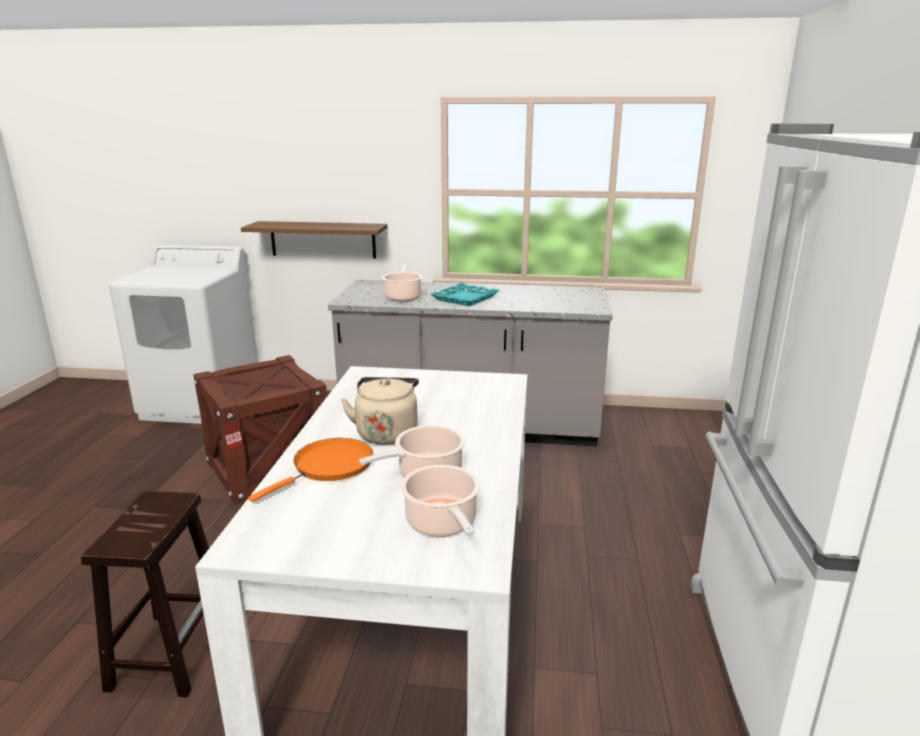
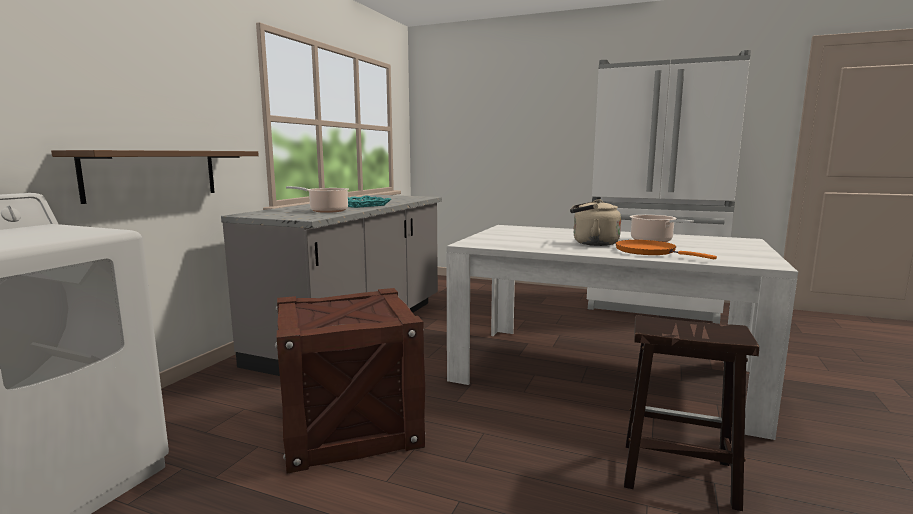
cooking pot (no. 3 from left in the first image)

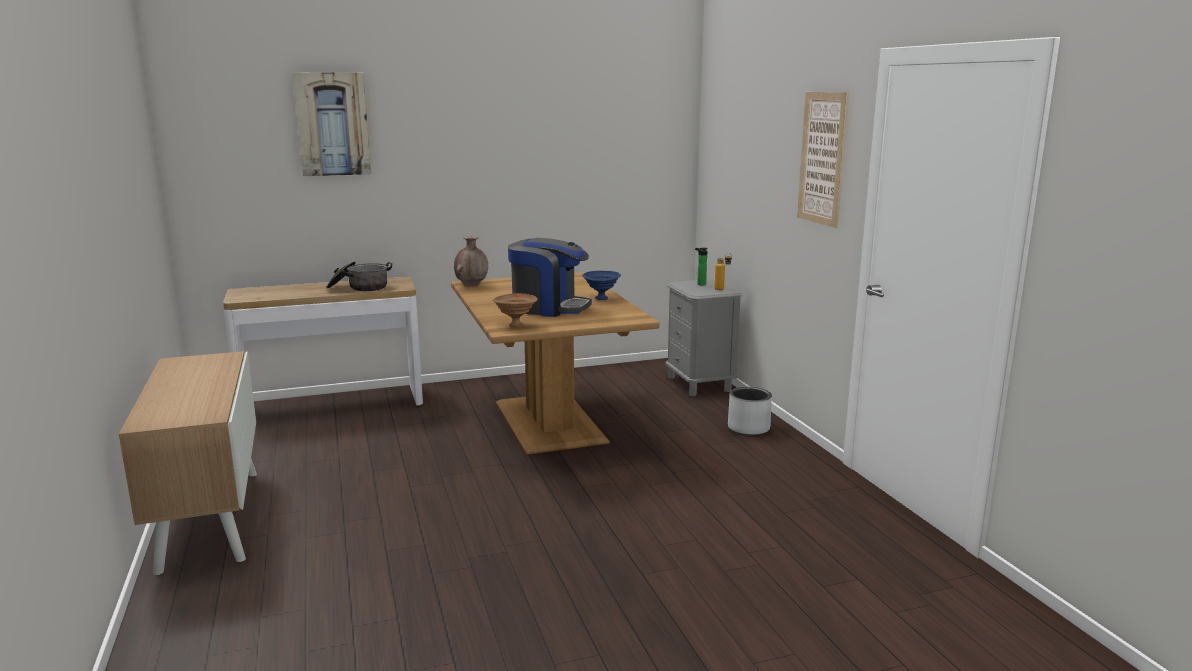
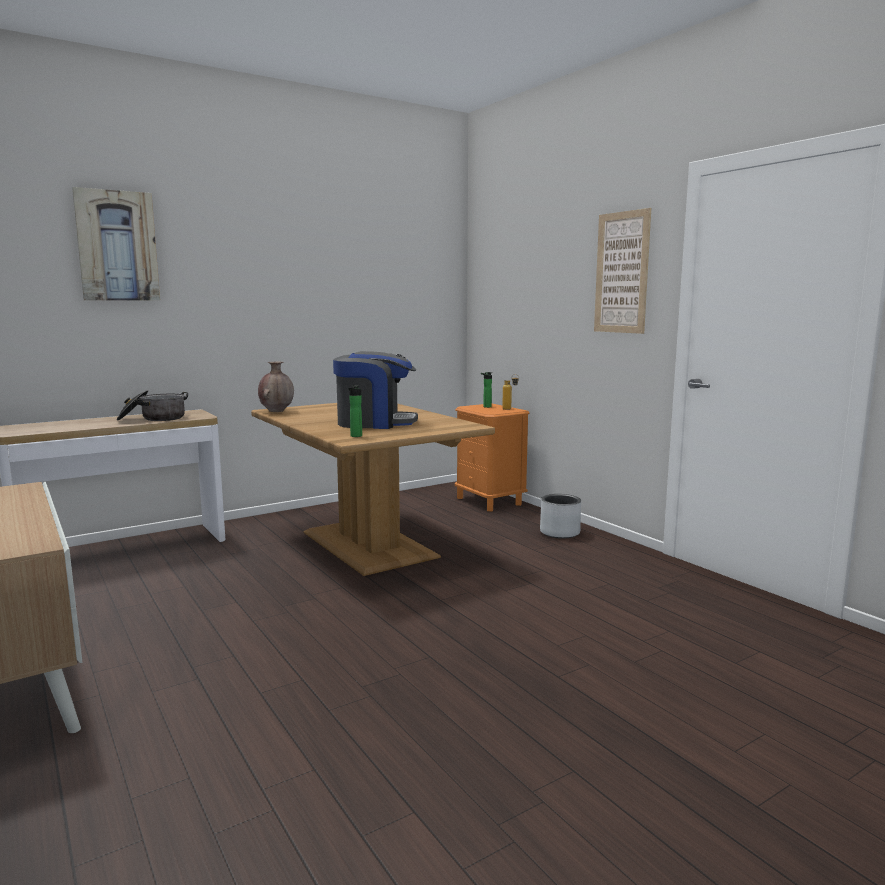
bottle (no. 1 from left); orange nightstand; blue bowl

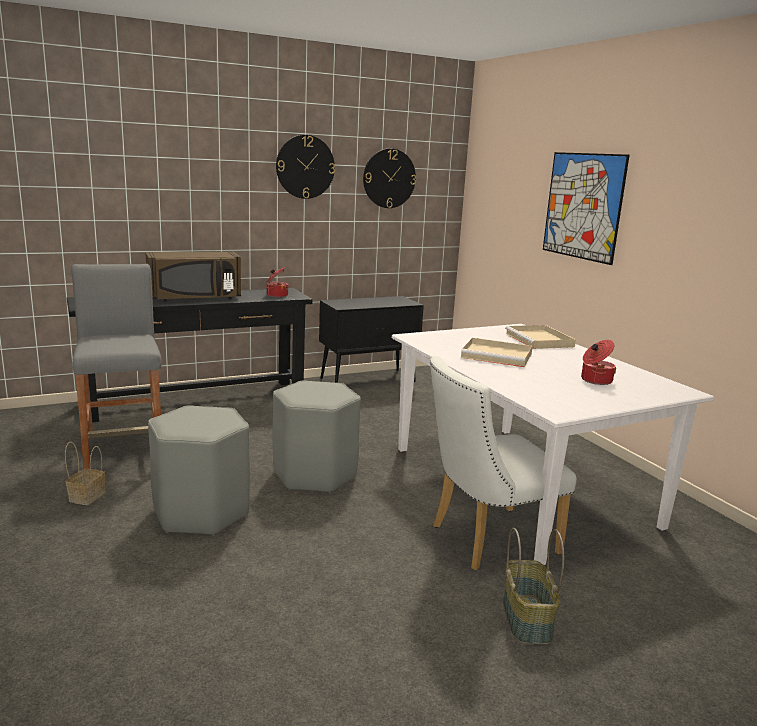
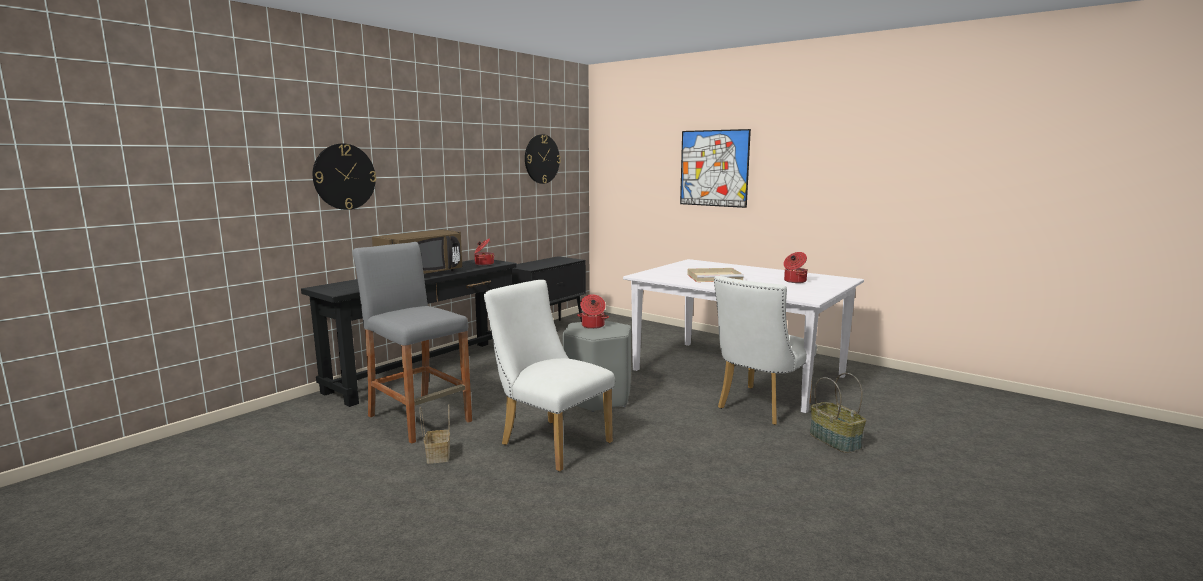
wall clock (no. 1 from left); white chair (no. 1 from left); cooking pot (no. 2 from left); beige tray (no. 2 from left in the first image)

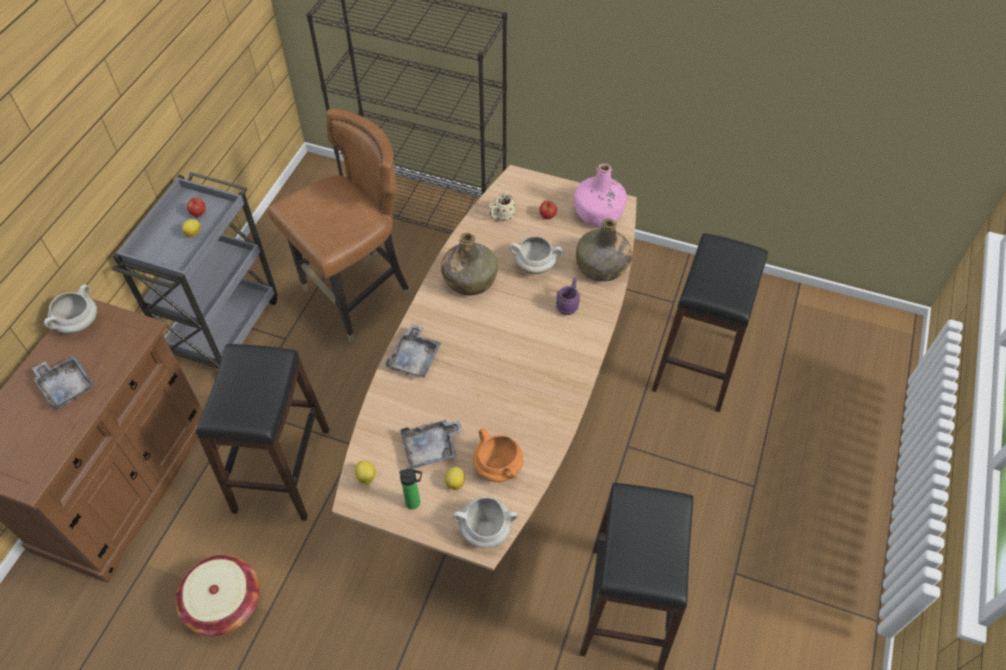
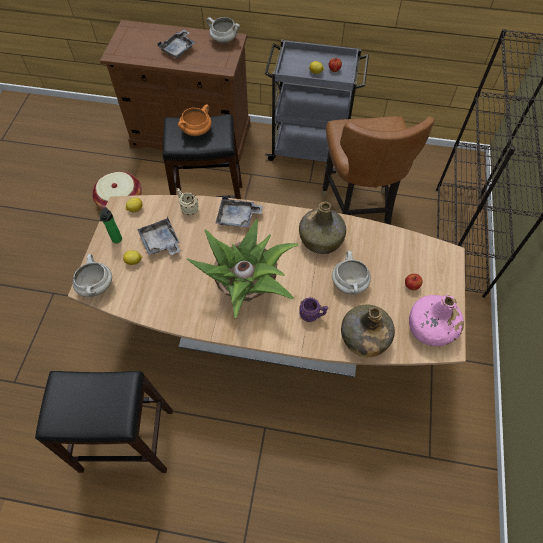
beige mug; orange cooking pot; potted plant; brown chair; black stool (no. 3 from left in the first image)

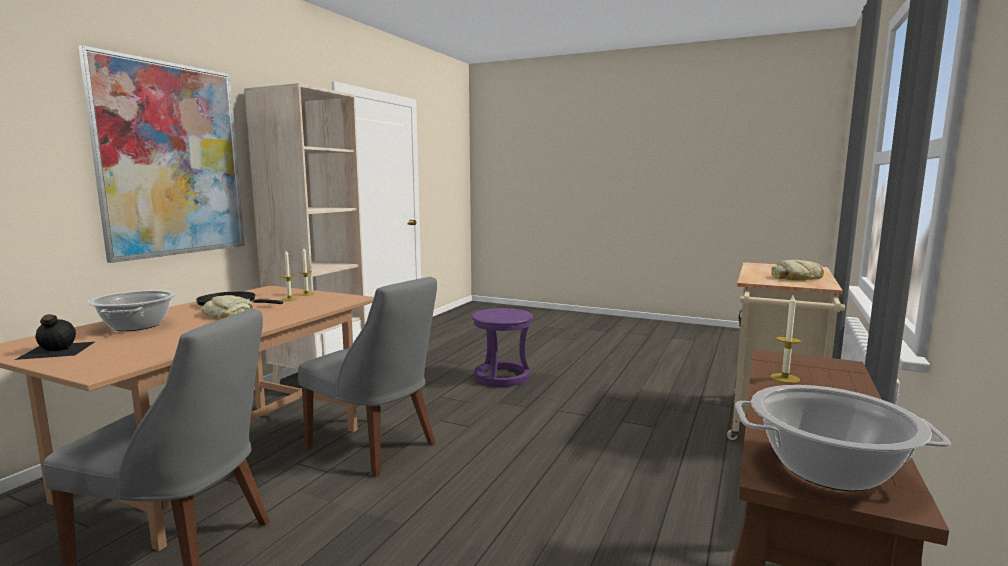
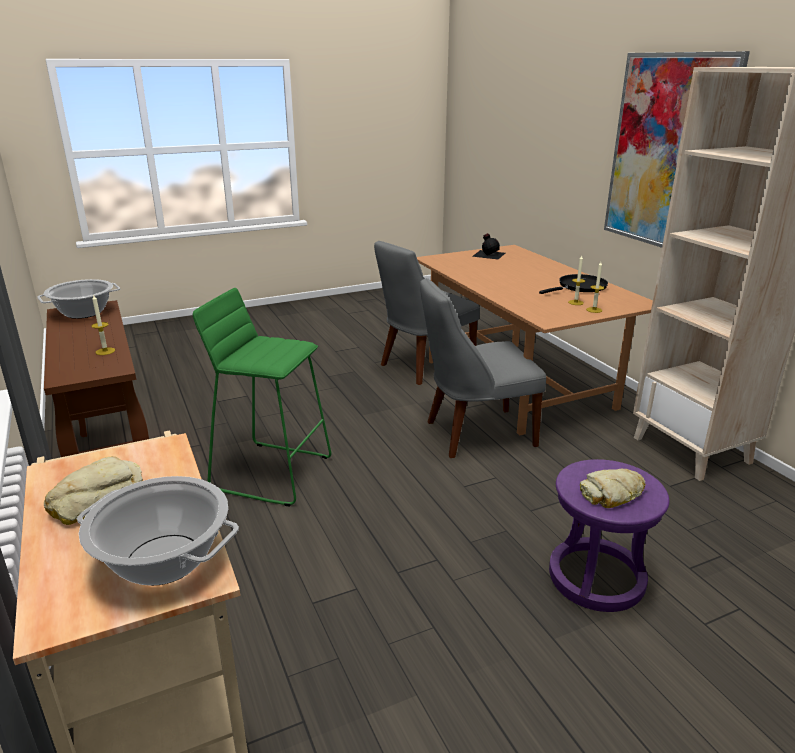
cooking pot (no. 2 from left); green stool; bread (no. 2 from left)

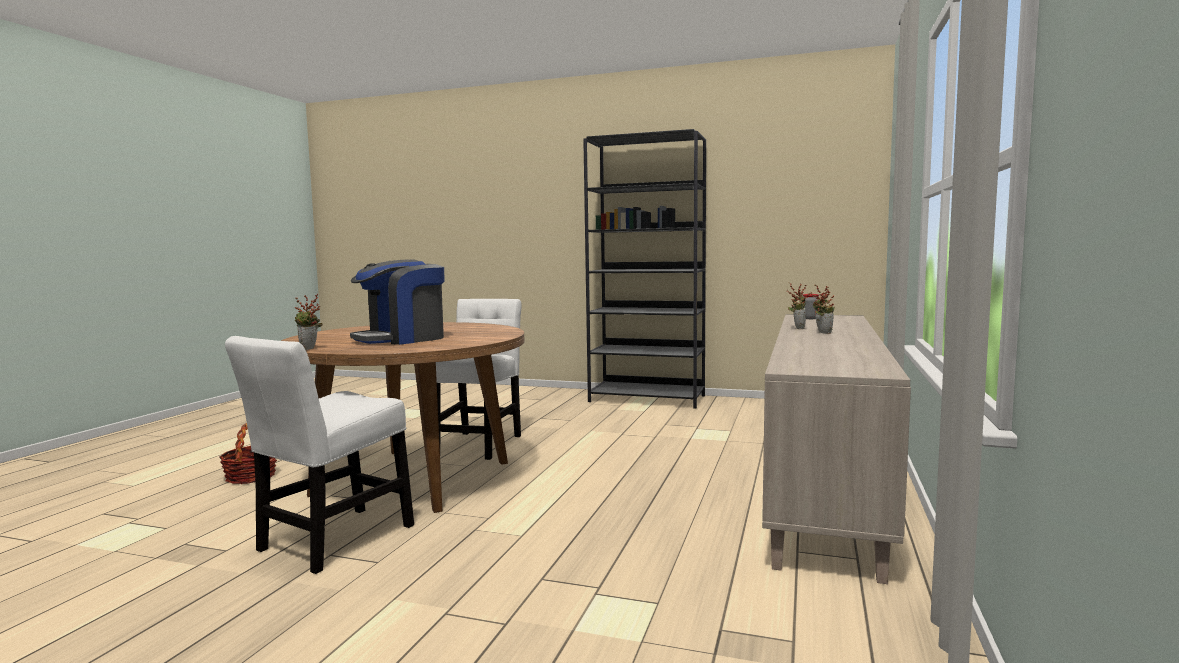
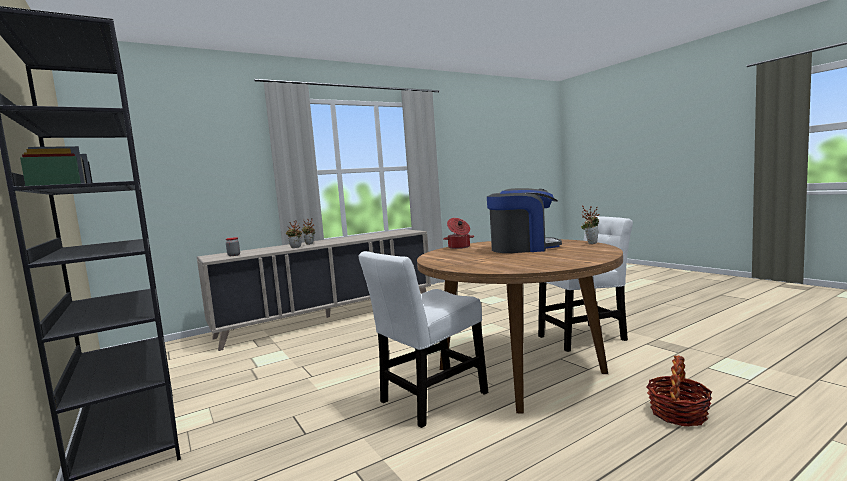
cooking pot

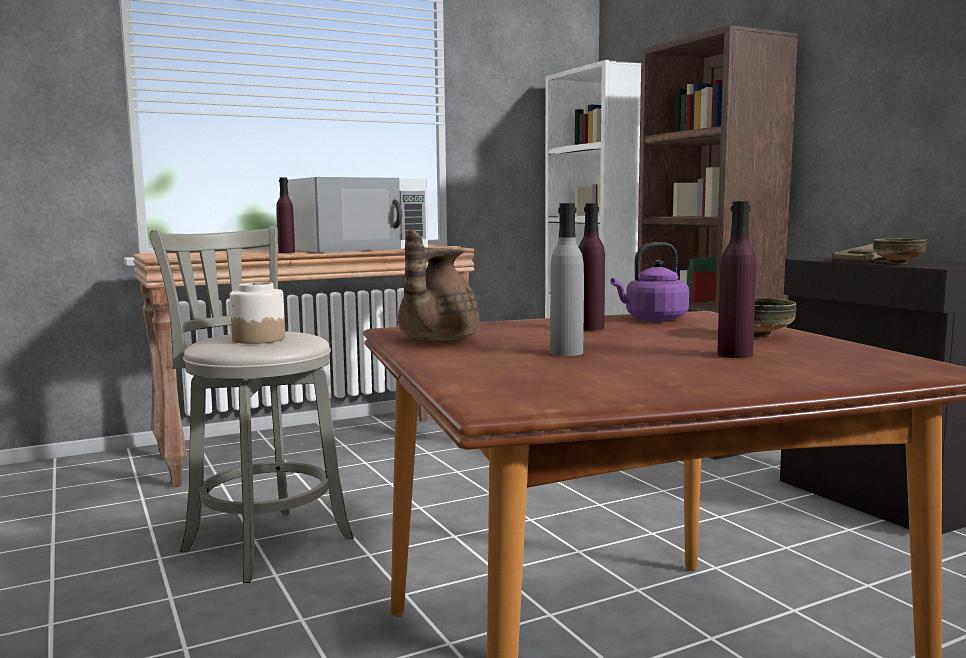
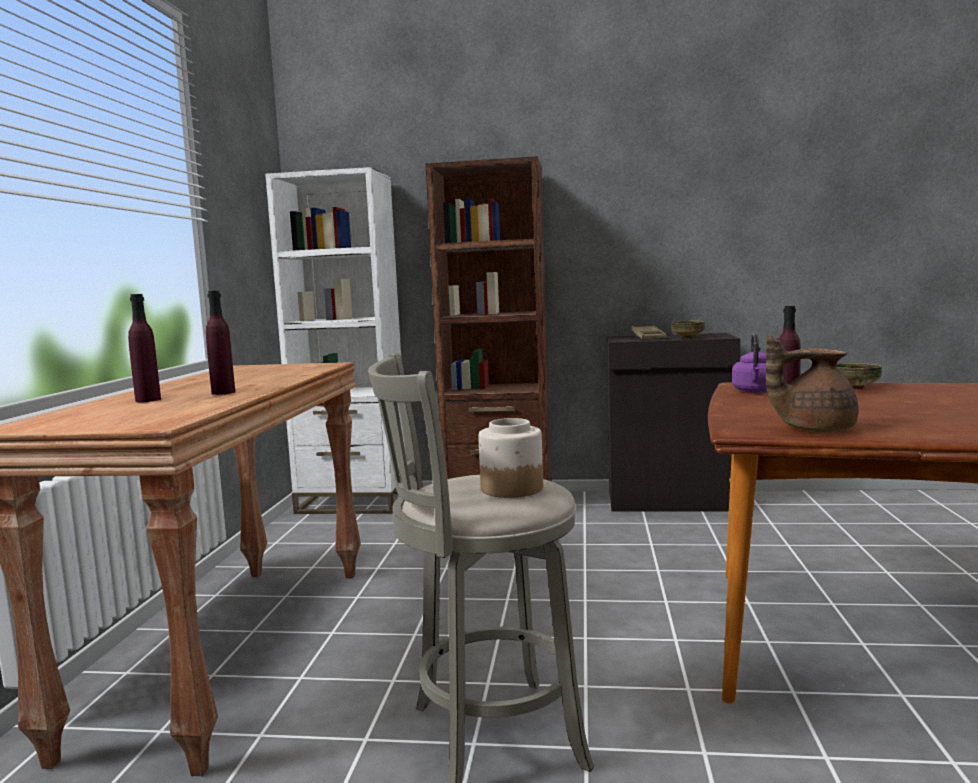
purple bottle (no. 1 from left); brown teapot; white microwave; grey bottle

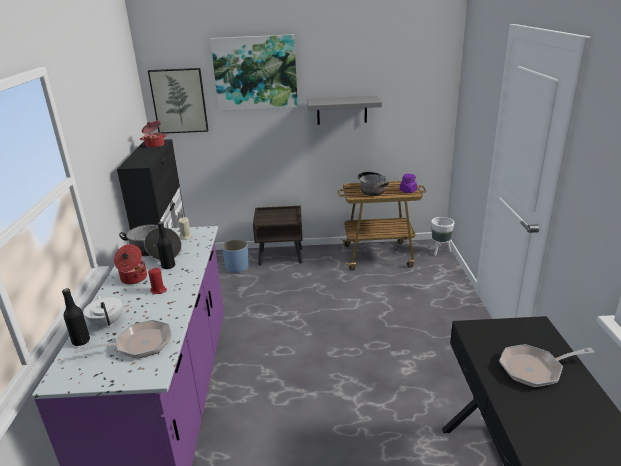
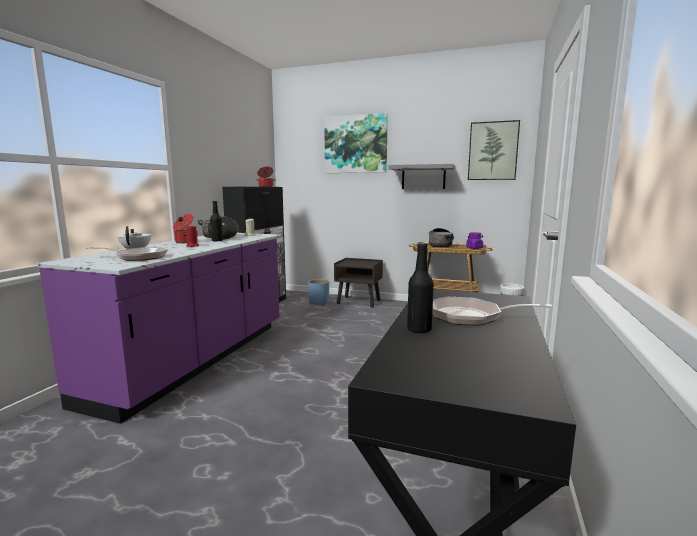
black bottle (no. 2 from left); picture (no. 2 from left)

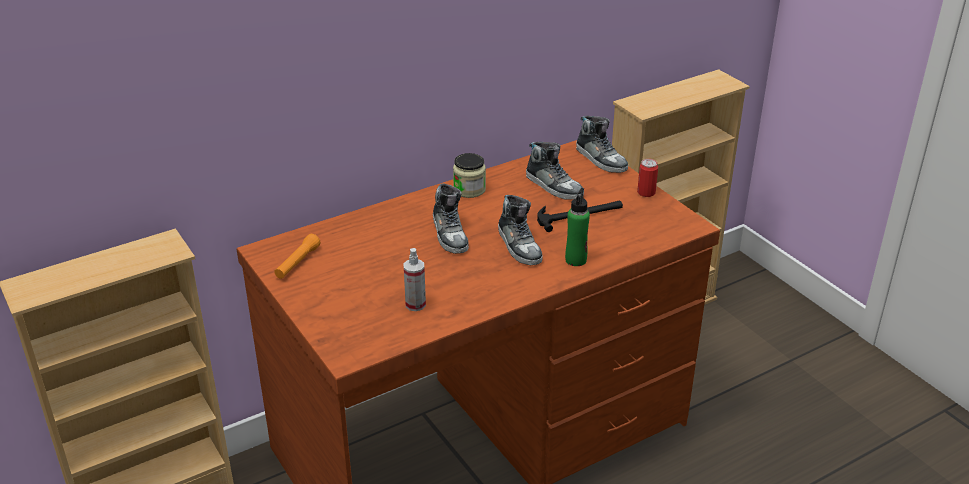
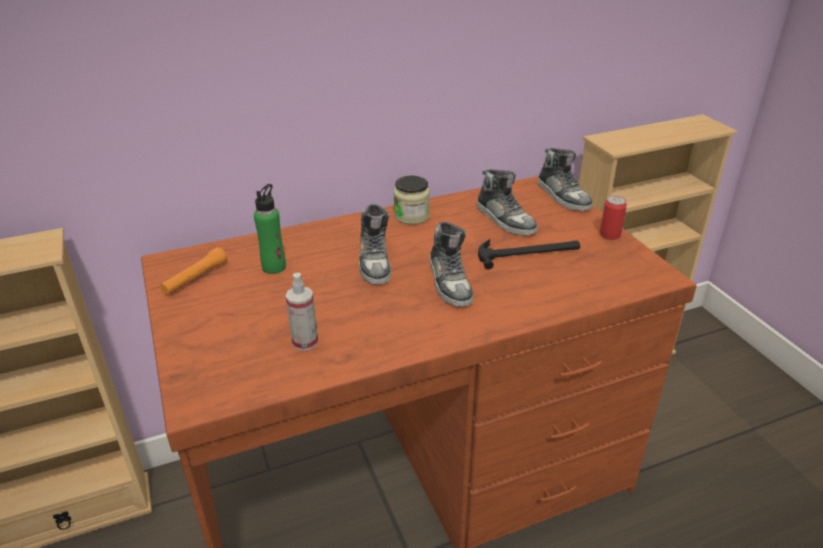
green bottle

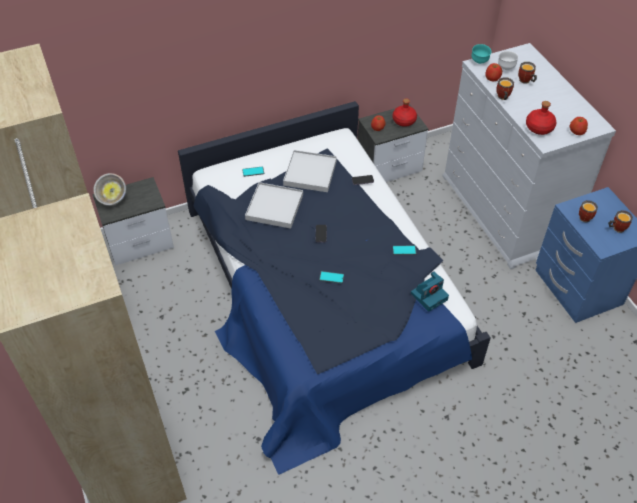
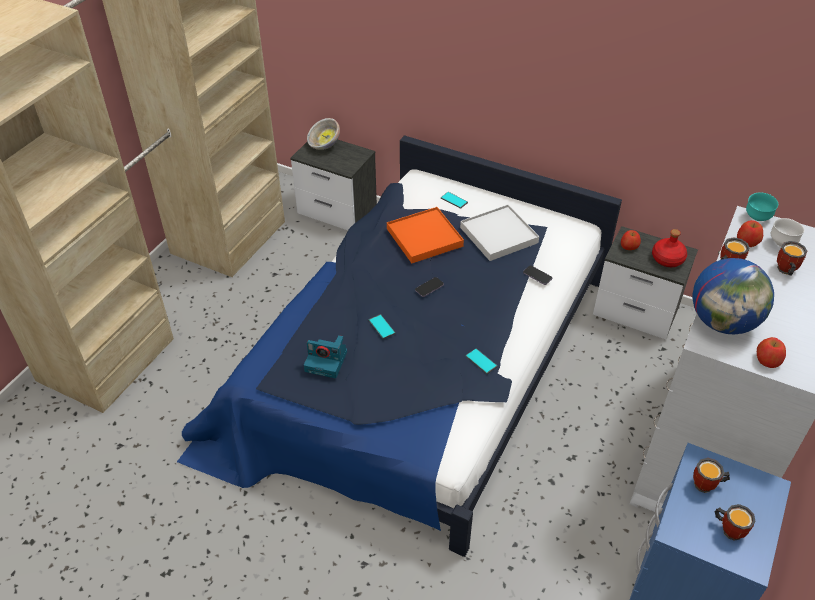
photo camera; orange tray; globe

